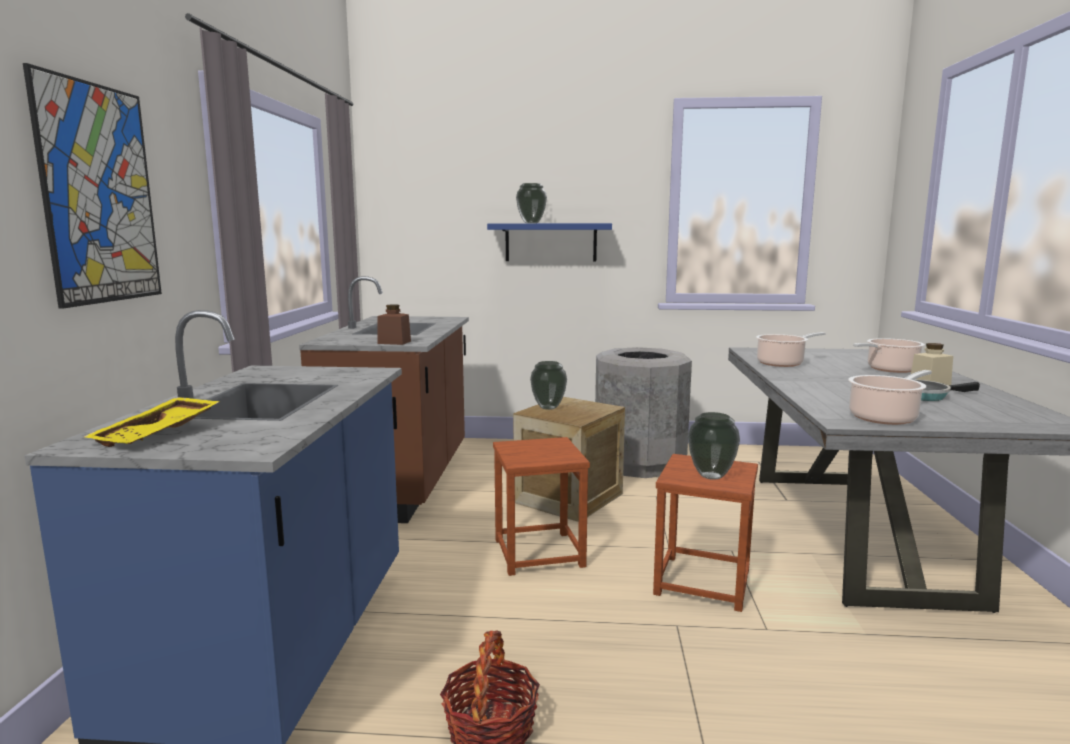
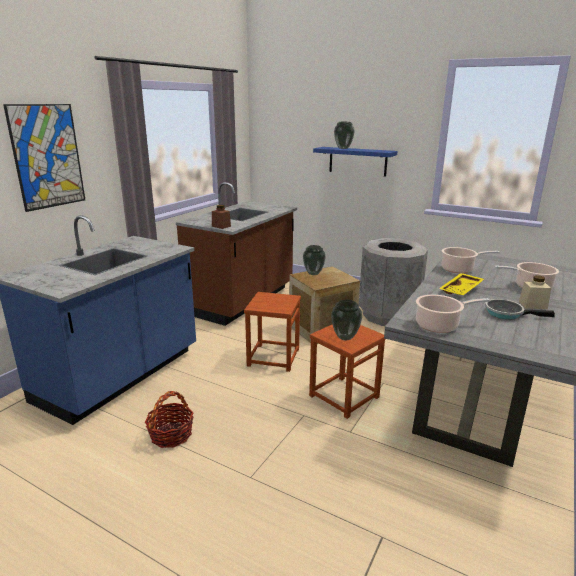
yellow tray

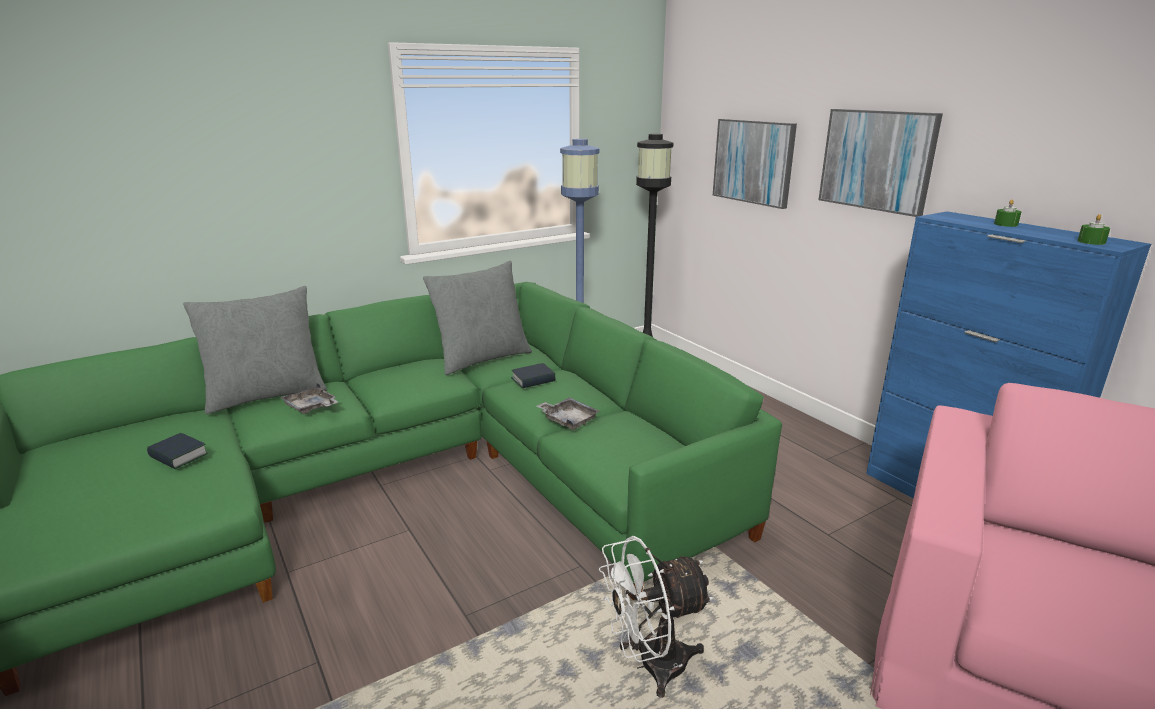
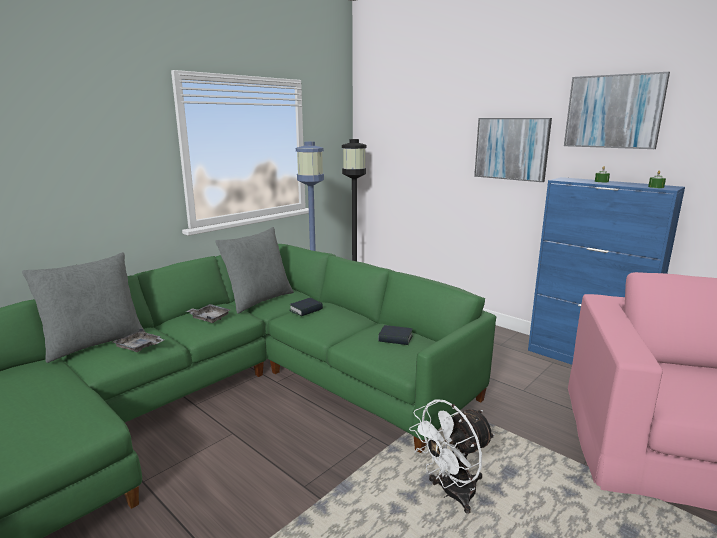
grey tray (no. 2 from left); book (no. 2 from left); picture (no. 2 from left)

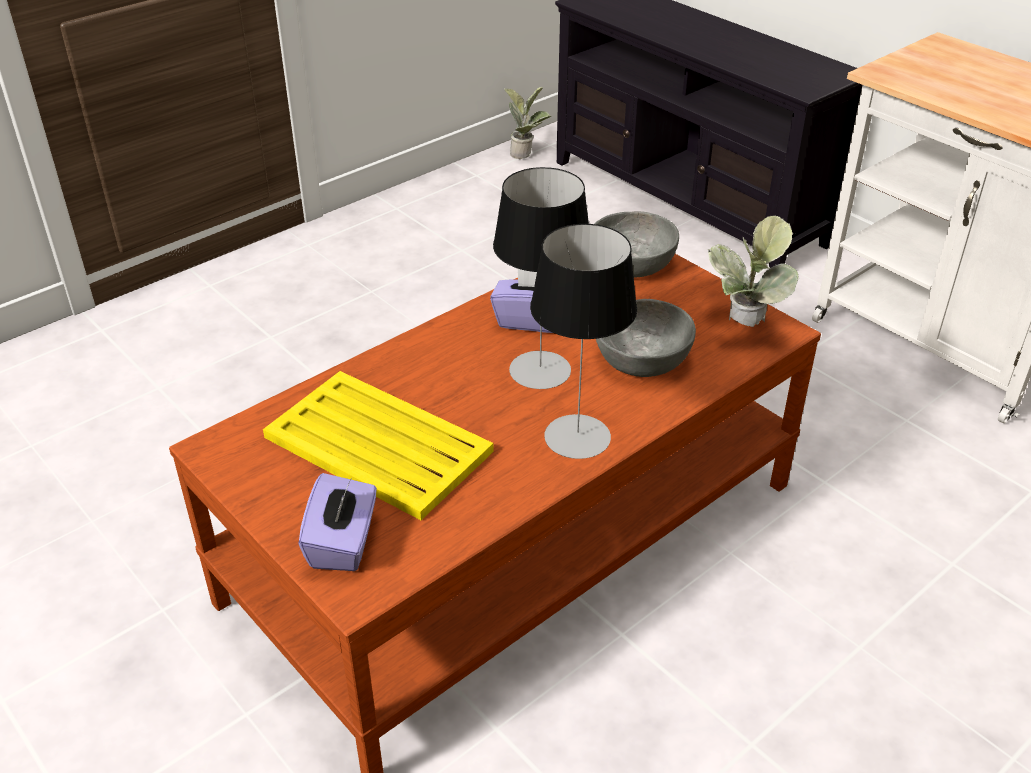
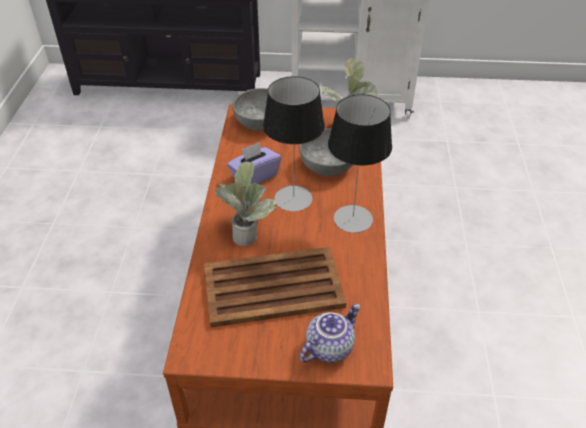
brown tray; potted plant (no. 1 from left); teapot

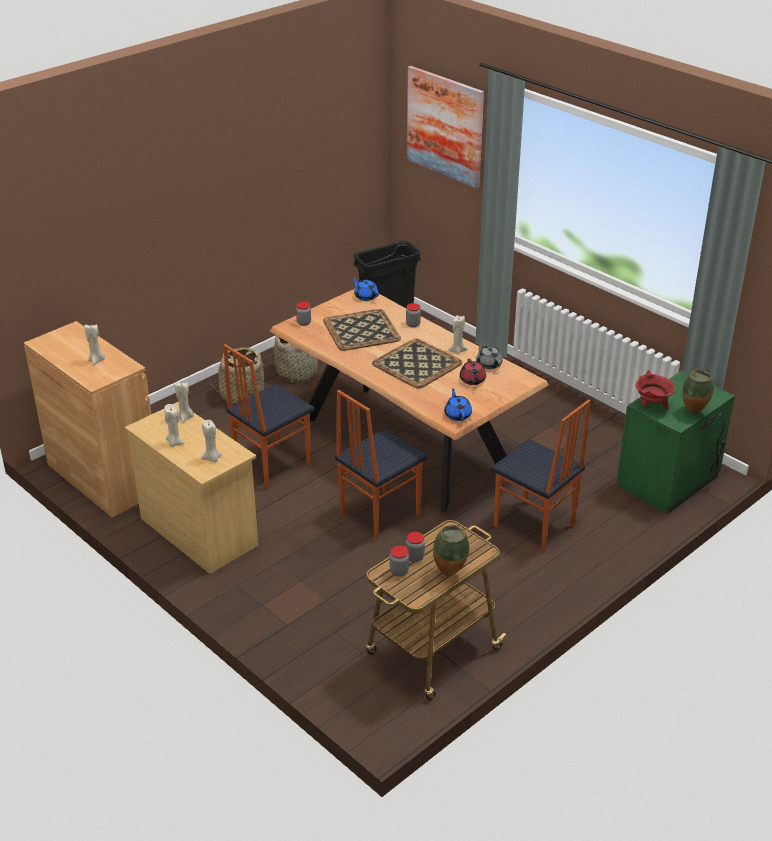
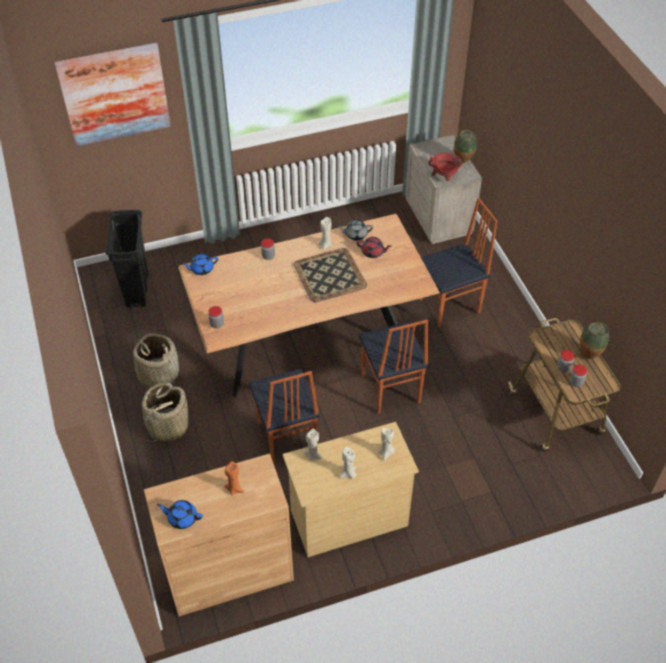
blue teapot (no. 1 from left); orange candle; beige nightstand; tray (no. 1 from left in the first image)

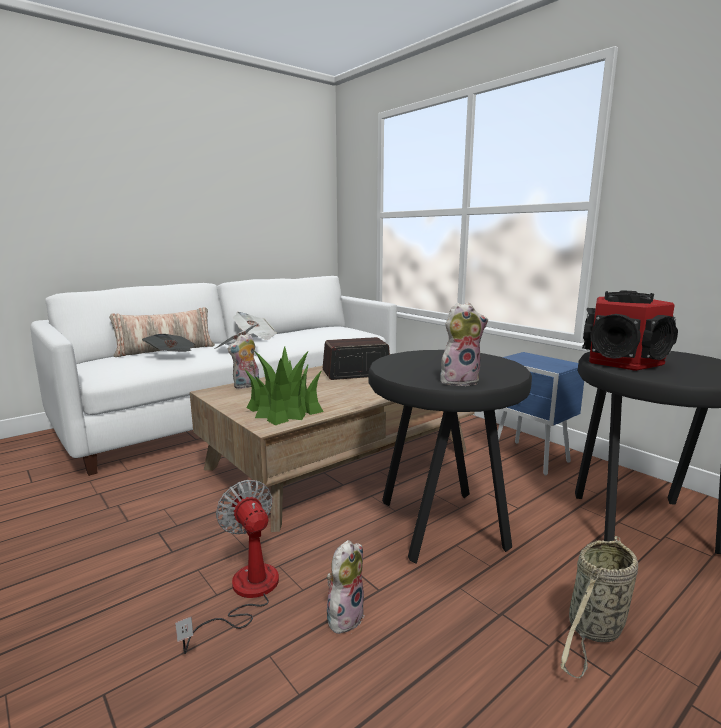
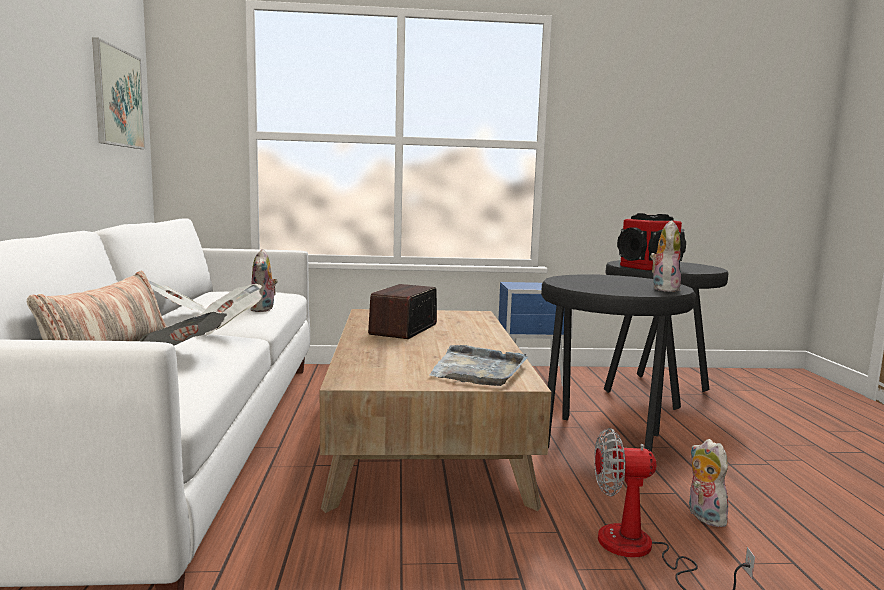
picture; plush toy (no. 1 from left); grey tray; basket

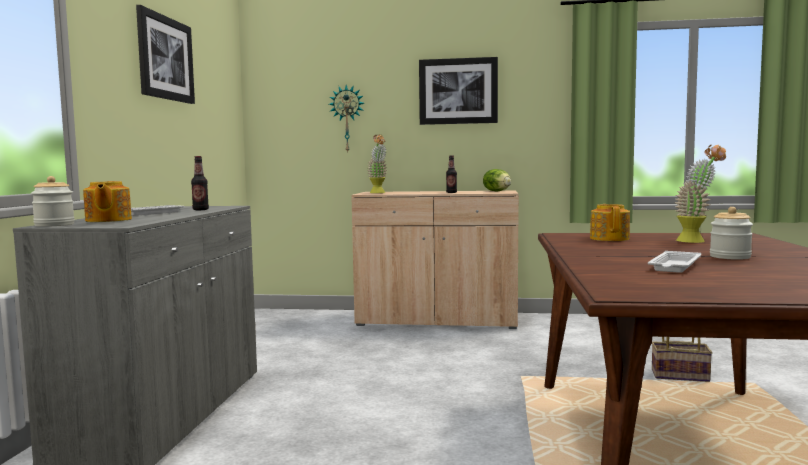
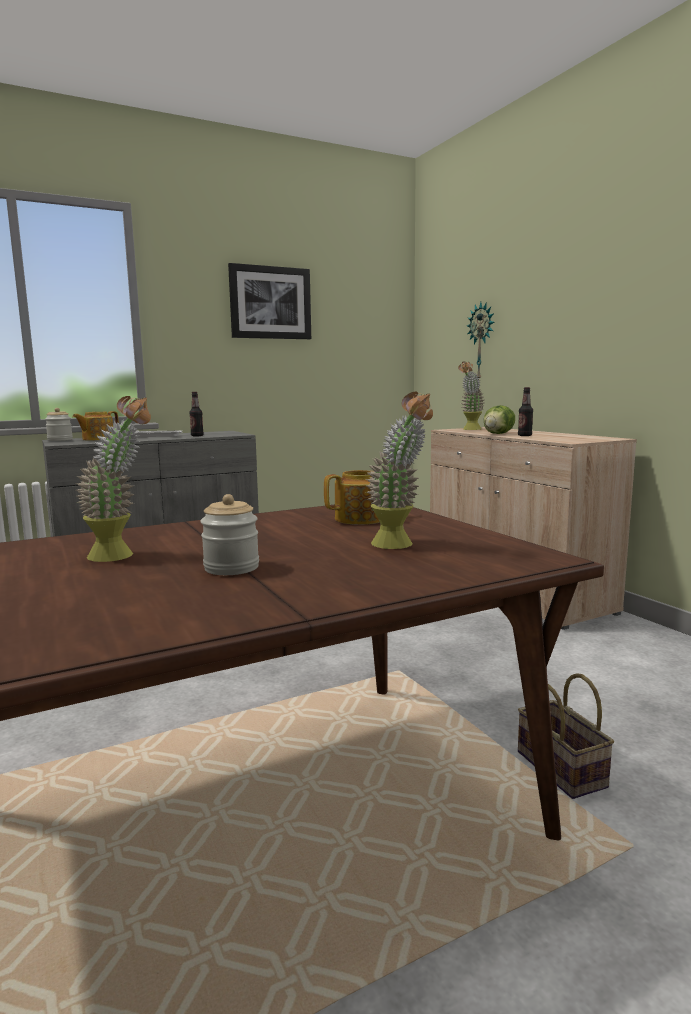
potted plant (no. 1 from left); lettuce; picture (no. 2 from left in the first image)

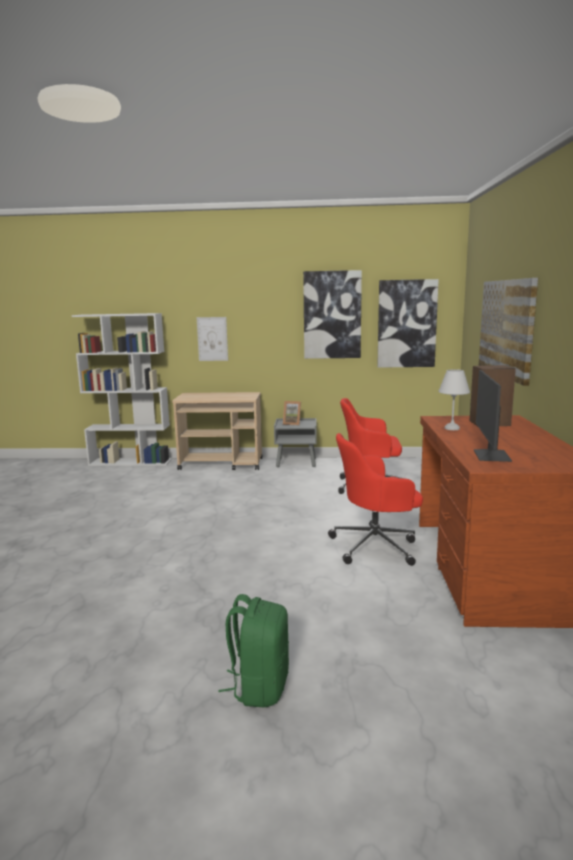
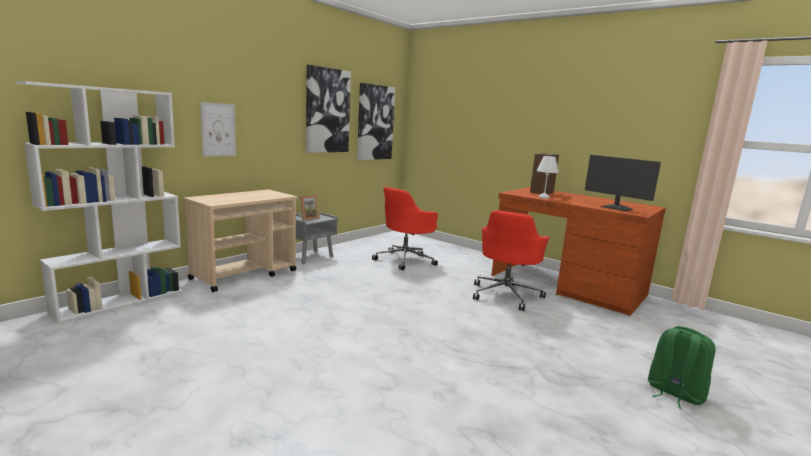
picture (no. 4 from left in the first image)

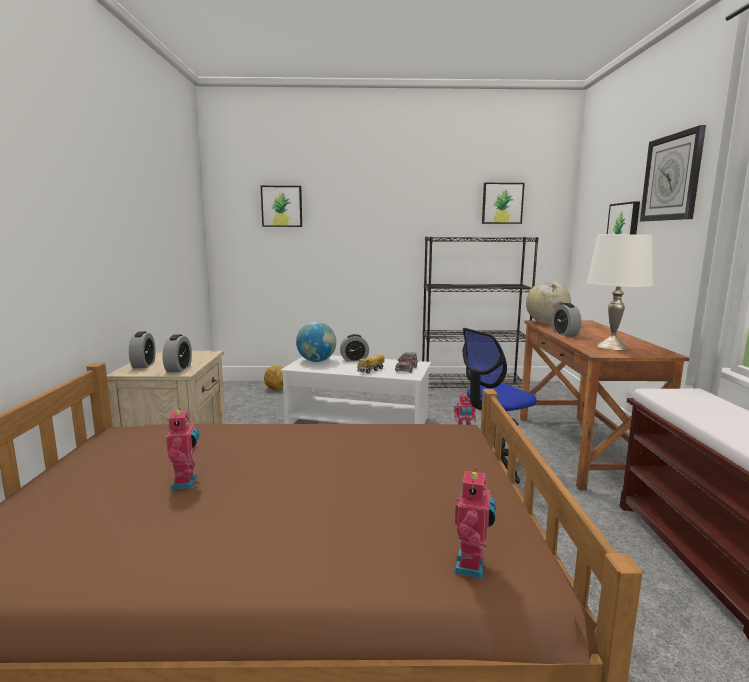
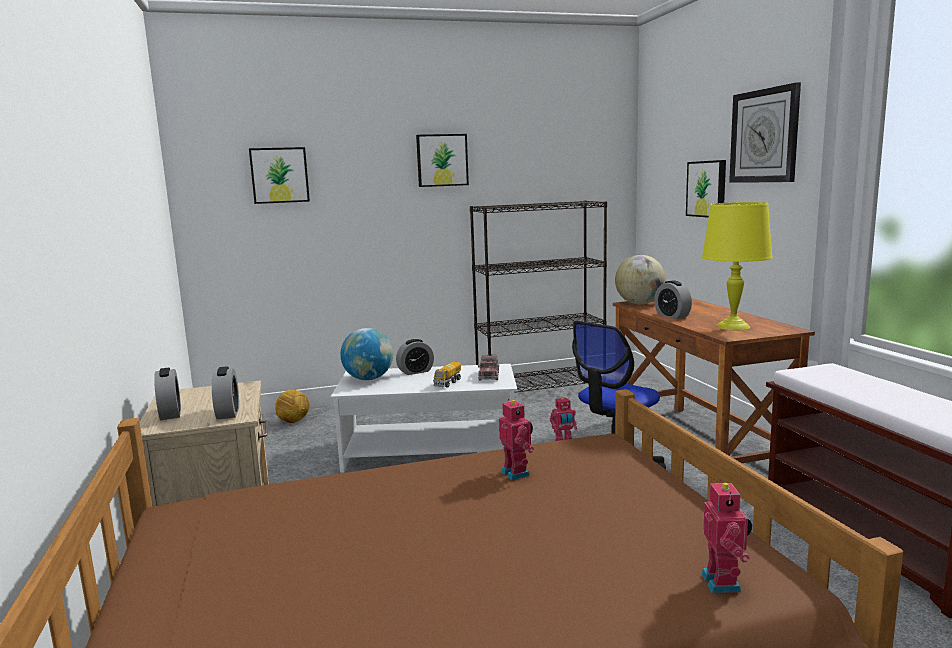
picture (no. 2 from left); toy robot (no. 1 from left); yellow table lamp

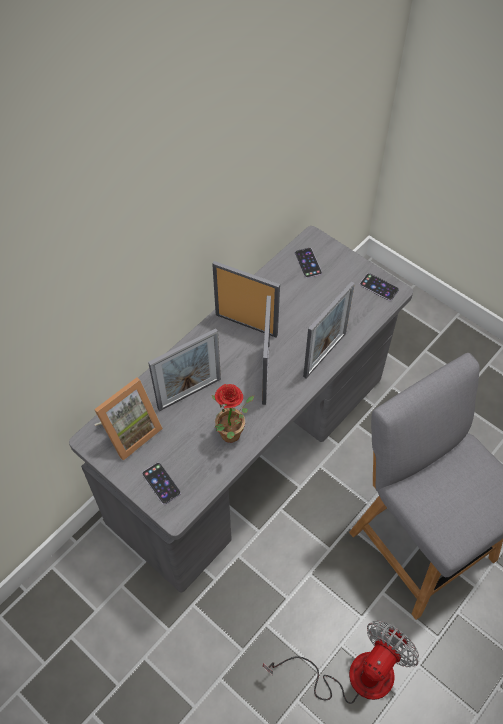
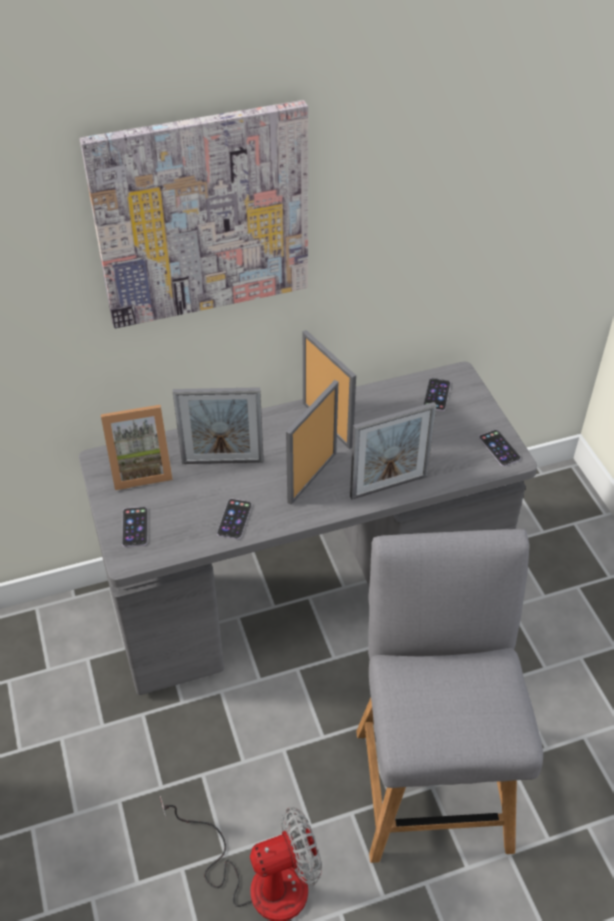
picture; phone (no. 2 from left)

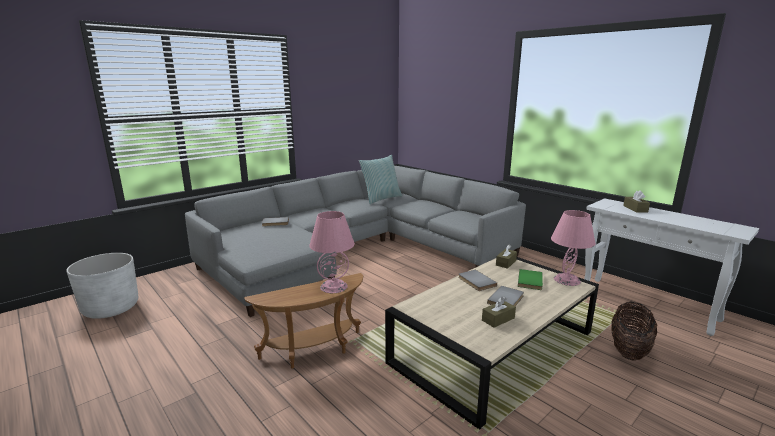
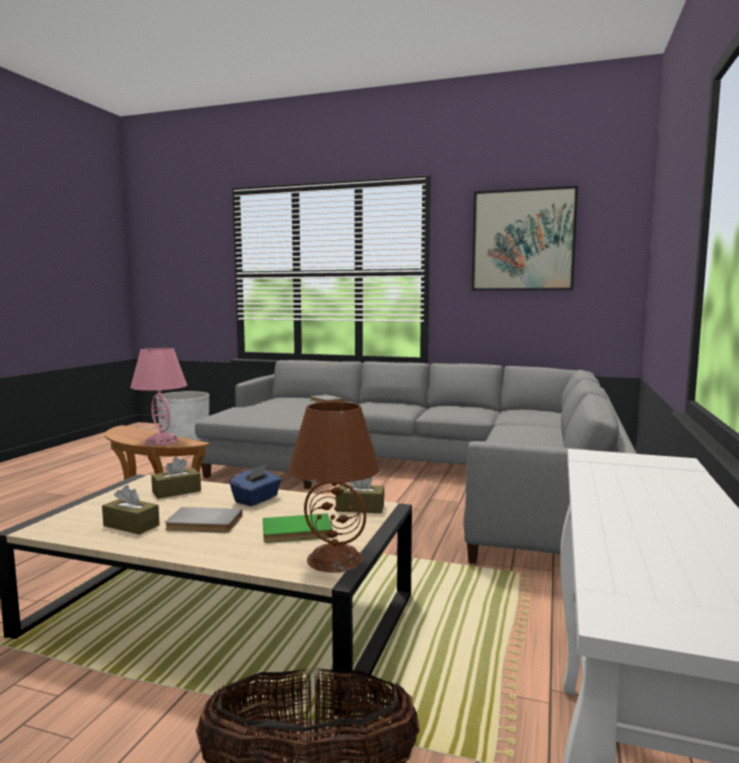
brown tissue box (no. 2 from left); blue tissue box; brown table lamp; picture; pillow

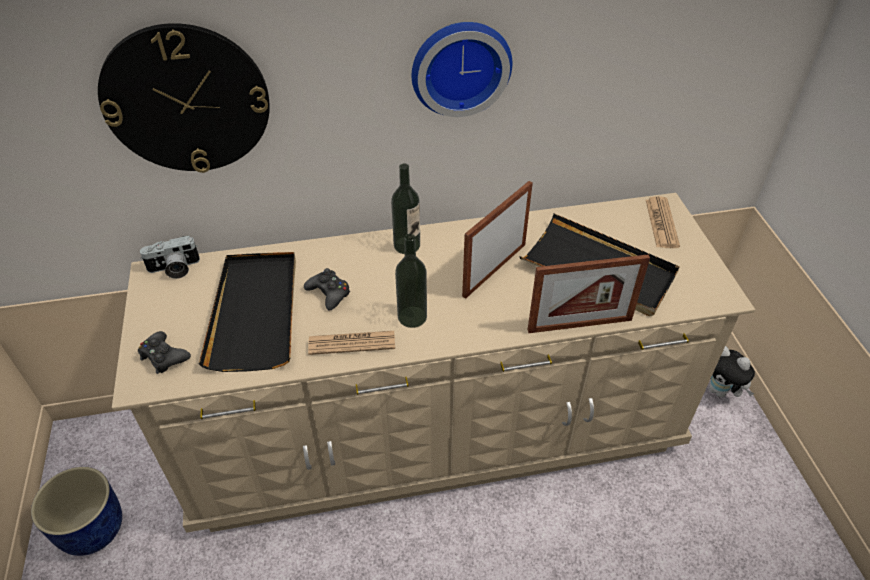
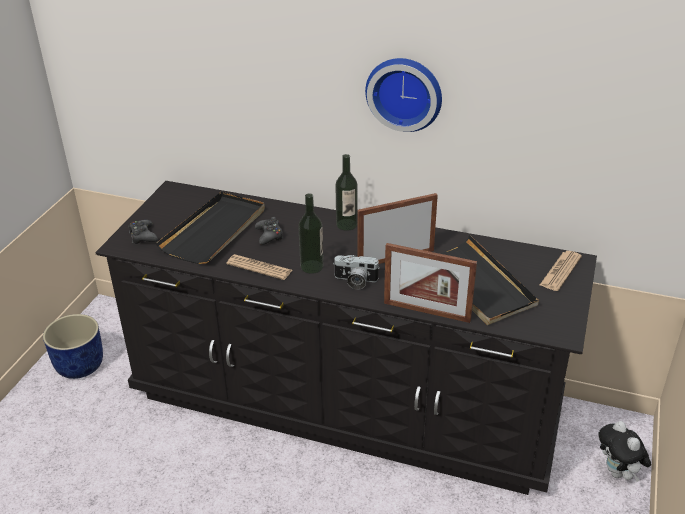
black dresser; photo camera; wall clock (no. 1 from left in the first image)

